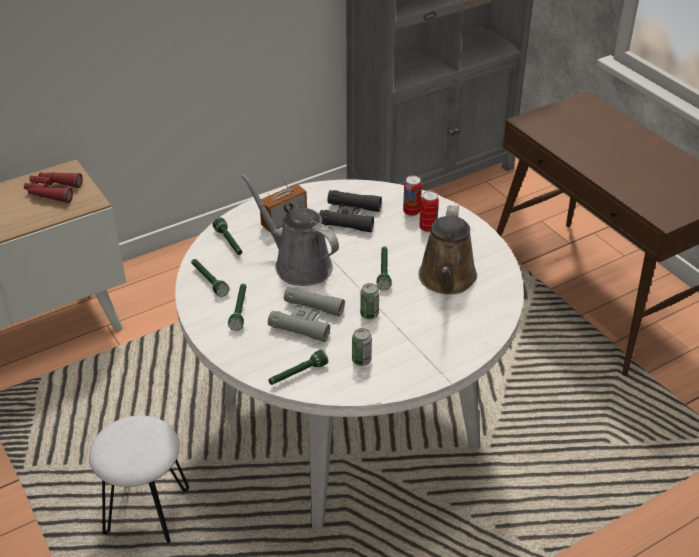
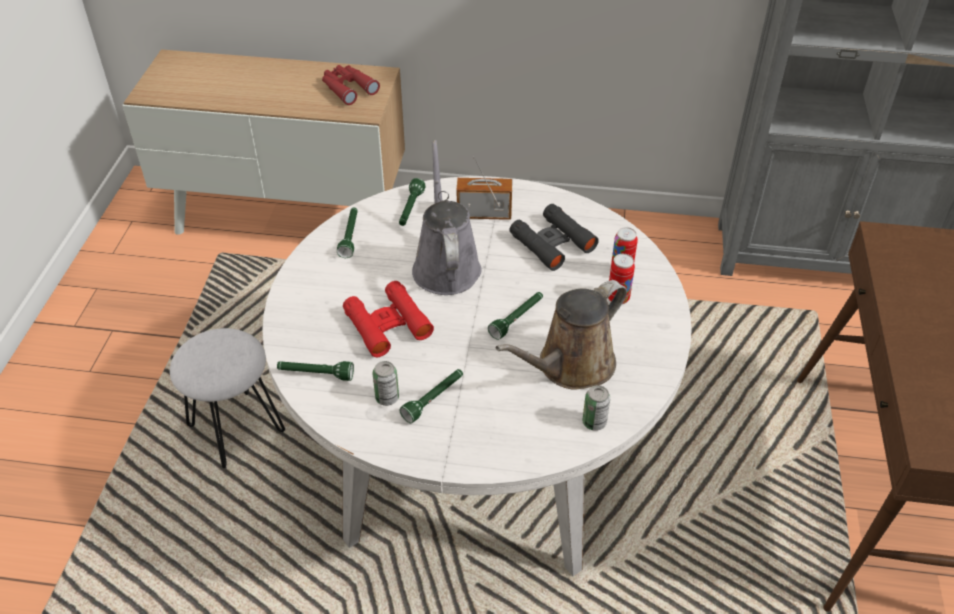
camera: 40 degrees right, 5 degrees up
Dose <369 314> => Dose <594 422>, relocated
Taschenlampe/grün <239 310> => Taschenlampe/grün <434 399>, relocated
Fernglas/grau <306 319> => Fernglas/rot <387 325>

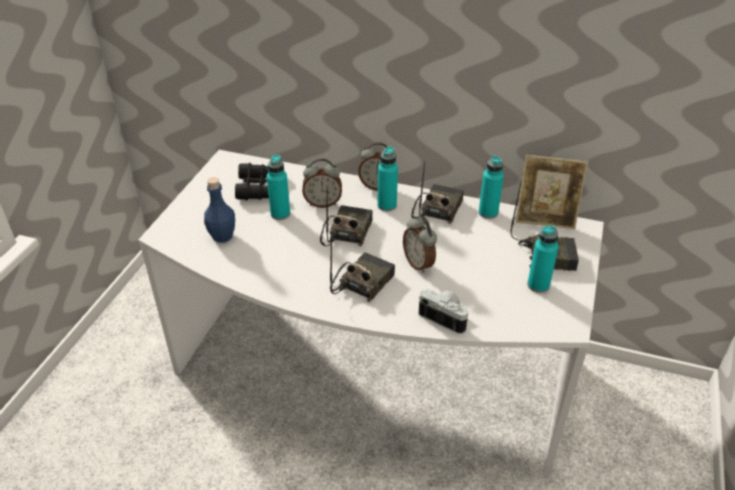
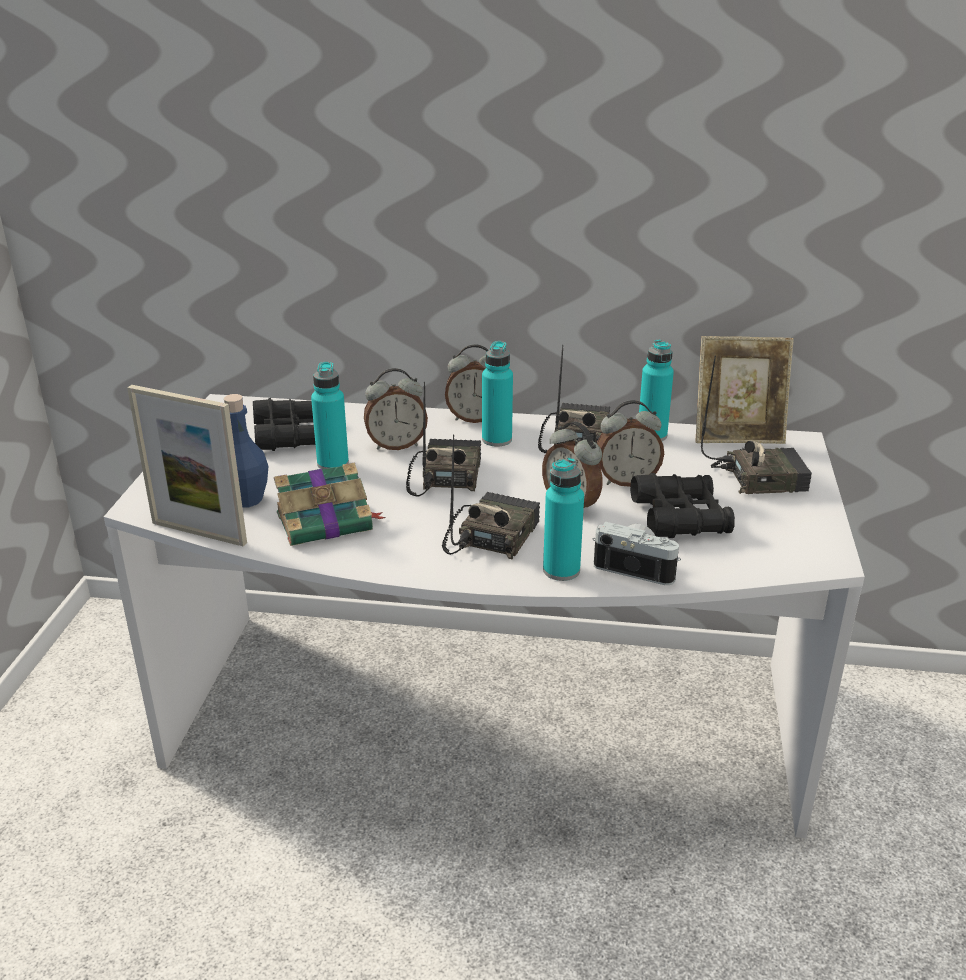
camera: 10 degrees left, 10 degrees down
Flasche/türkis <538 285> => Flasche/türkis <561 570>, relocated
nothing => Bilderrahmen <199 533>
nothing => Wecker <626 481>
nothing => Buch <327 522>
nothing => Fernglas/schwarz <680 517>

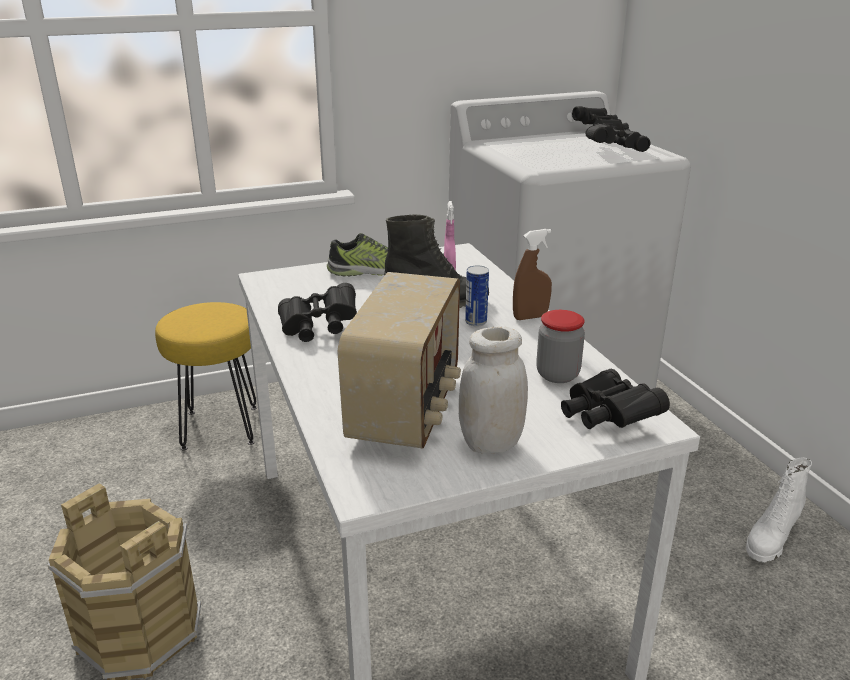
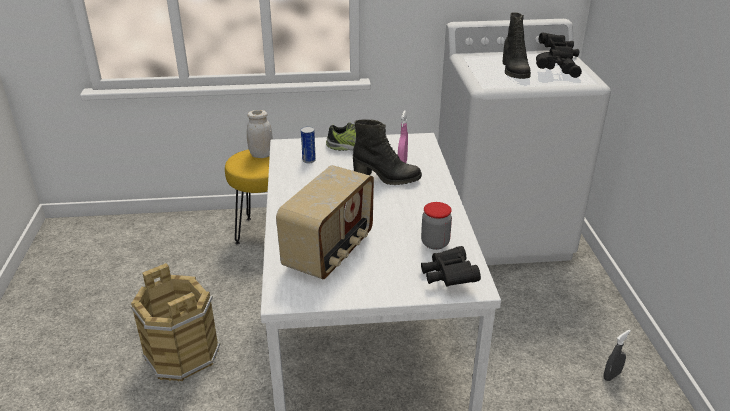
camera: 15 degrees right, 5 degrees up
Sprühflasche/braun <530 317> => nothing
Dose <476 322> => Dose <309 160>, relocated
Fernglas/schwarz <318 328> => nothing
Vorratsglas/weiß <491 443> => Vorratsglas/weiß <261 155>, relocated
Stiefel/weiß <770 539> => Sprühflasche/grau <611 376>
nothing => Stiefel/schwarz <514 71>

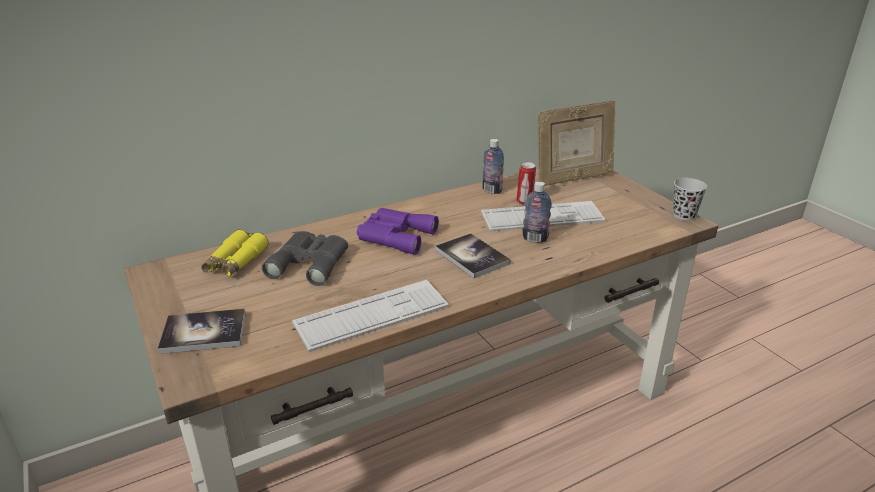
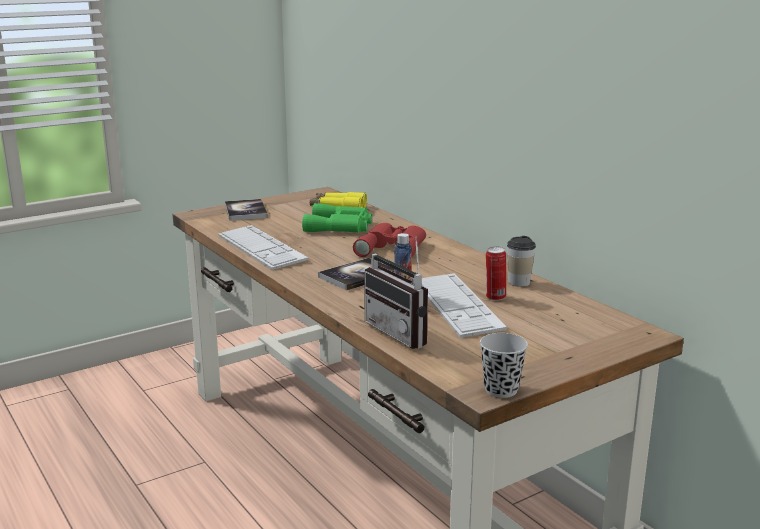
camera: 85 degrees right, 10 degrees down
Bilderrahmen <573 179> => nothing
Flasche <492 190> => Tasse <519 282>
Fernglas/lila <394 236> => Fernglas/rot <393 248>
Fernglas/grau <311 262> => Fernglas/grün <340 227>
nothing => Radio <403 333>

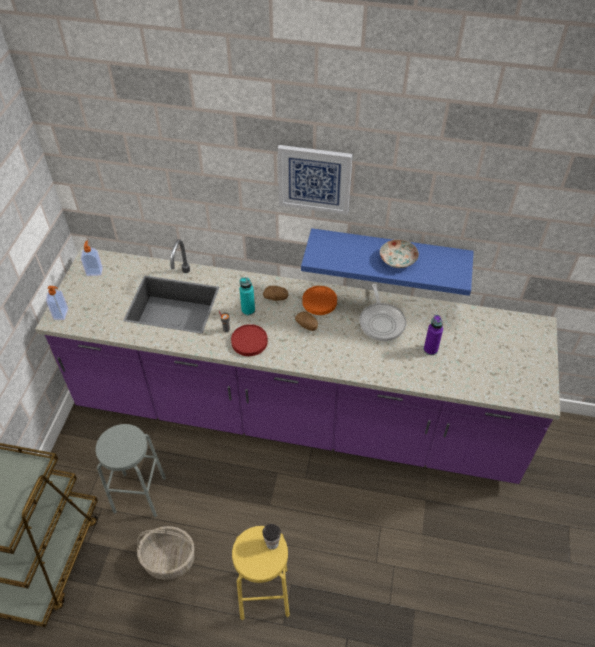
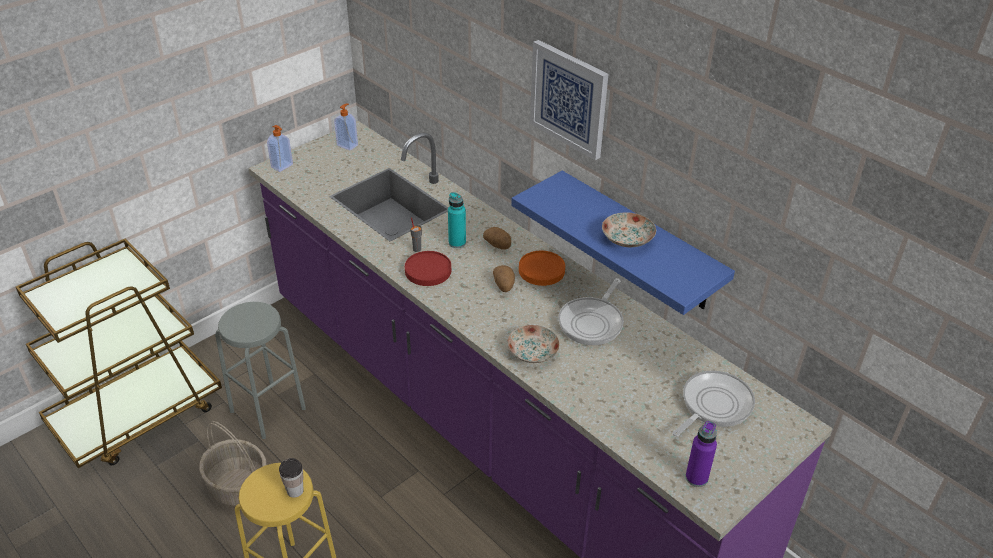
camera: 35 degrees right, 10 degrees down
Flasche/lila <430 349> => Flasche/lila <696 478>, relocated
nothing => Teller <532 352>
nothing => Pfanne <713 405>

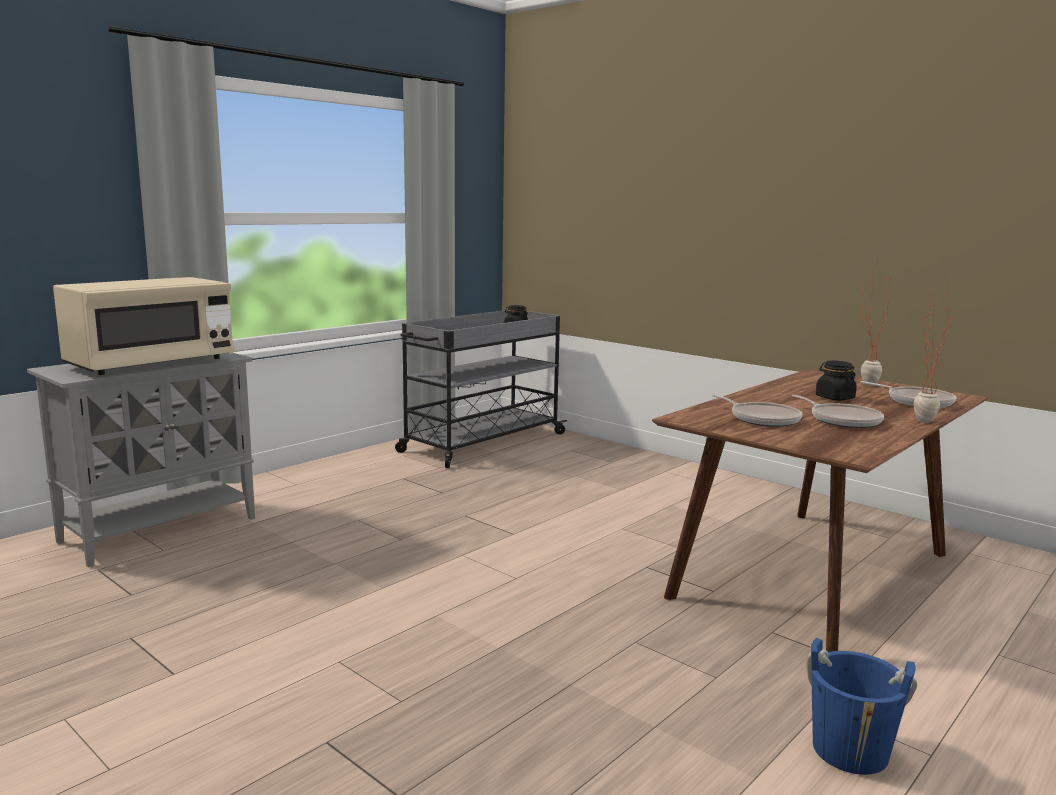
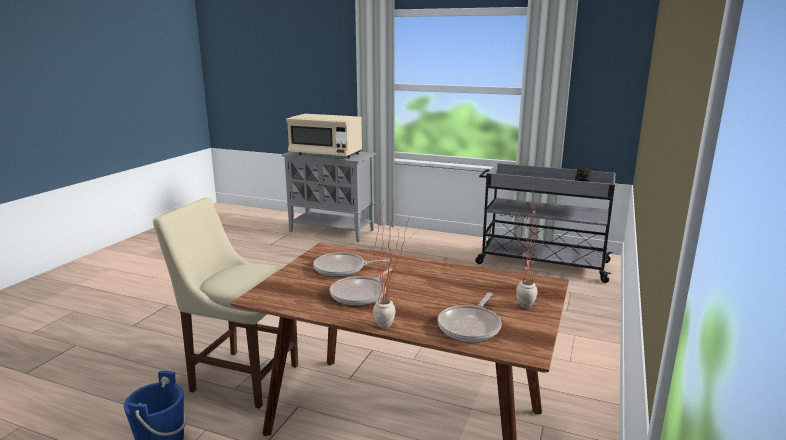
camera: 70 degrees right, 5 degrees up
Vorratsglas/schwarz <834 398> => nothing
Pfanne <762 419> => Pfanne <342 269>, 60 degrees clockwise
nothing => Stuhl/beige <241 376>

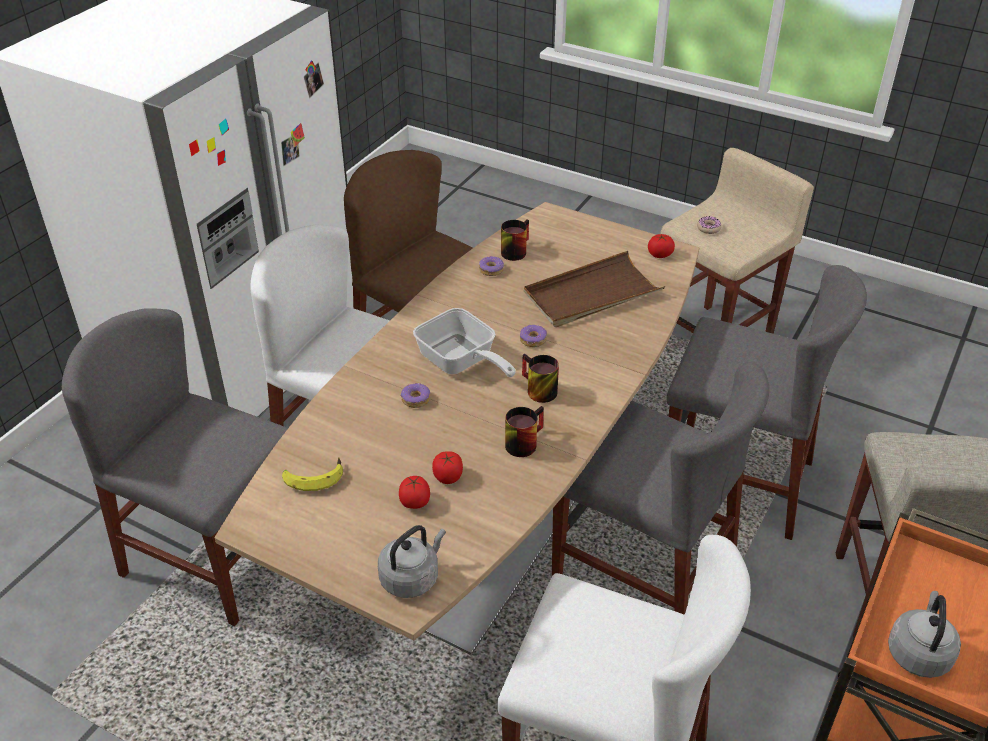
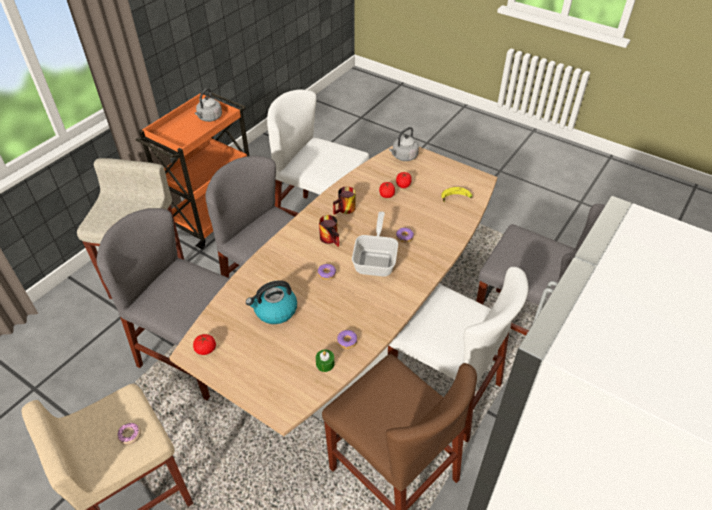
camera: 175 degrees left, 5 degrees up
Henkelbecher <514 250> => Kerze/grün <325 364>
Tablett/braun <592 294> => Wasserkessel <275 311>
Pfanne <461 362> => Pfanne <376 260>, 45 degrees clockwise

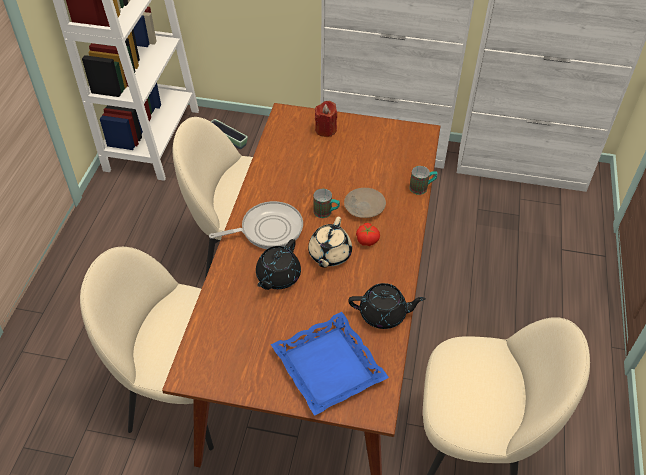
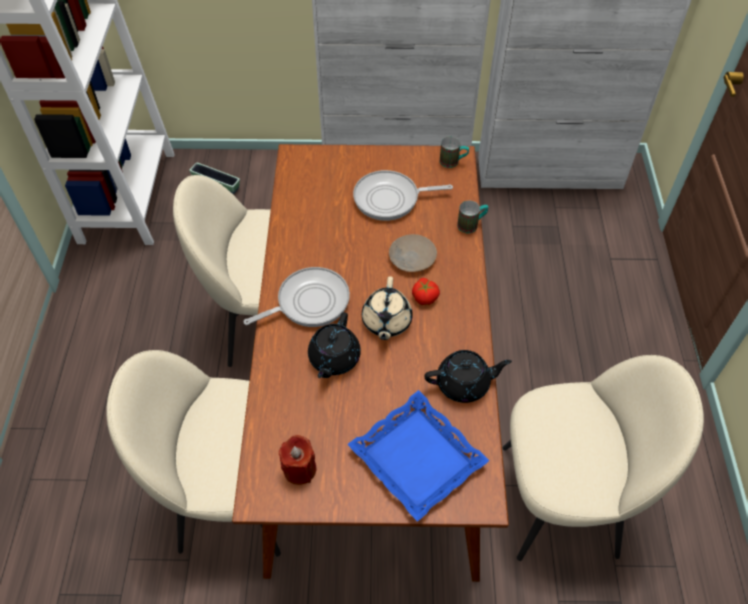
camera: 10 degrees left, 5 degrees up
Kerze/rot <325 130> => Kerze/rot <299 469>, relocated
Henkelbecher <326 213> => Henkelbecher <453 162>, relocated
nothing => Pfanne <390 199>

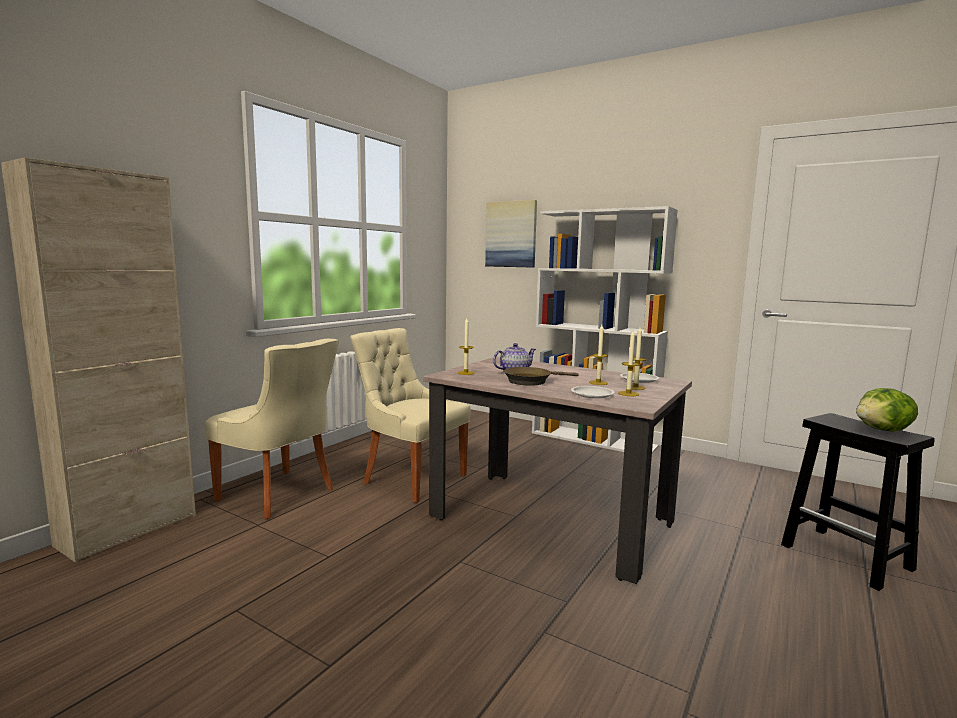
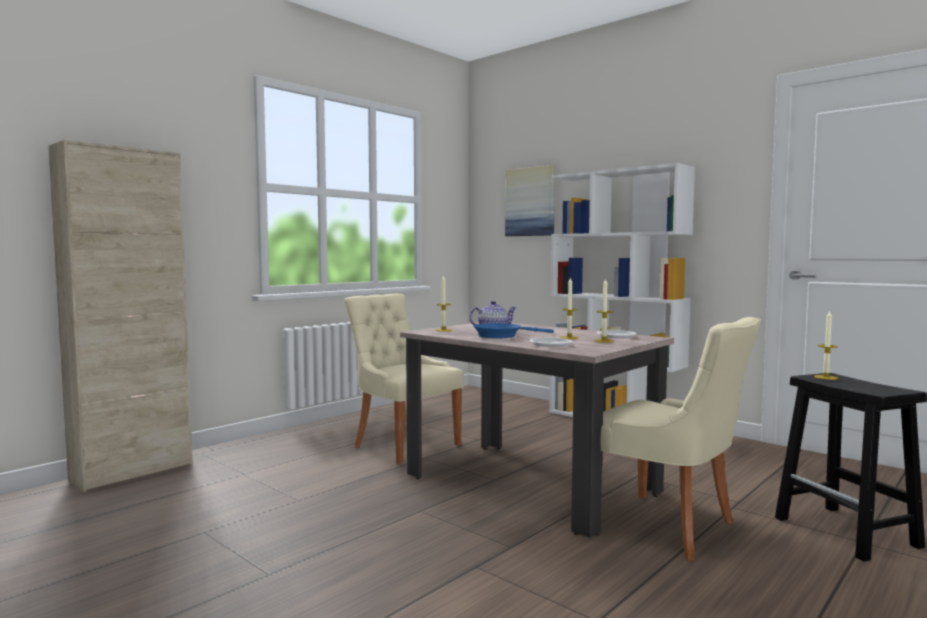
camera: 10 degrees right, 5 degrees down
Kerze <628 393> => Kerze <826 377>, relocated
Stuhl/beige <279 495> => Stuhl/beige <668 527>, relocated
Pfanne/braun <531 381> => Pfanne/blau <501 336>
Salatkopf <883 430> => nothing

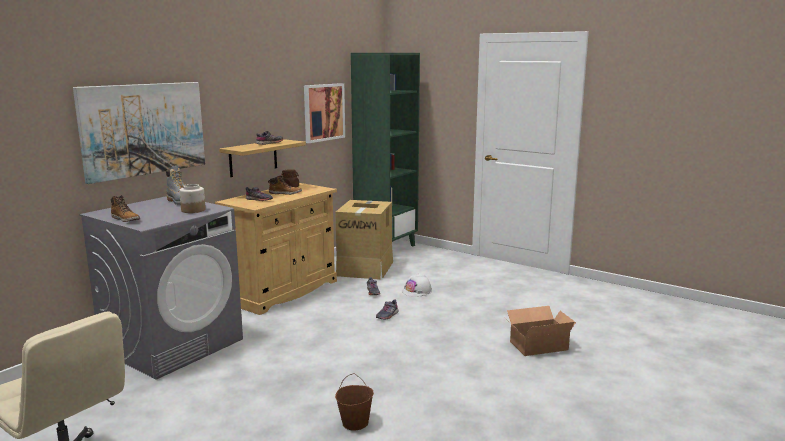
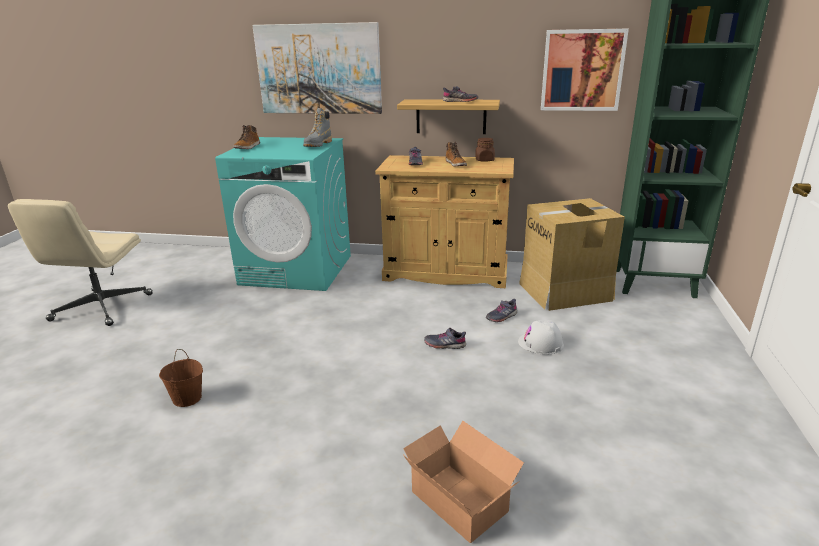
camera: 65 degrees right, 10 degrees up
Vorratsglas <193 210> => nothing
Waschmaschine/grau <173 345> => Waschmaschine/türkis <297 270>

